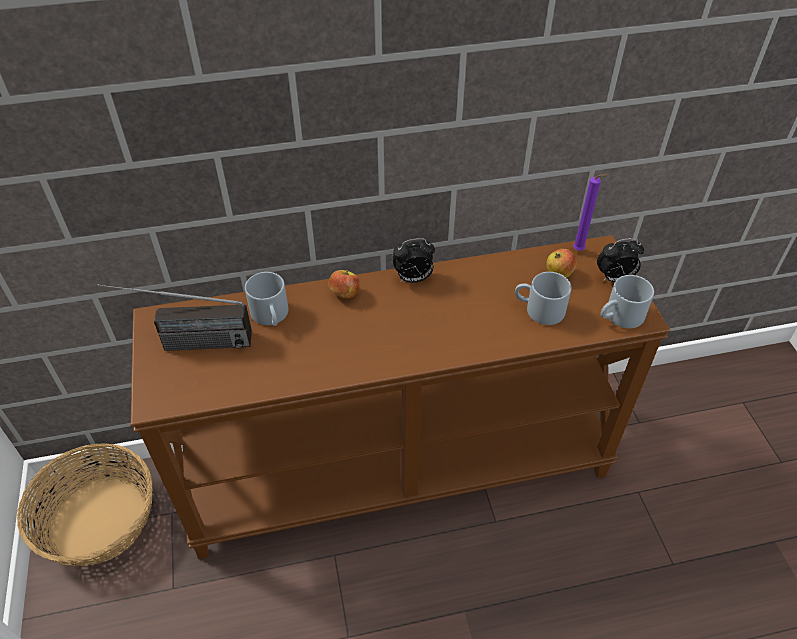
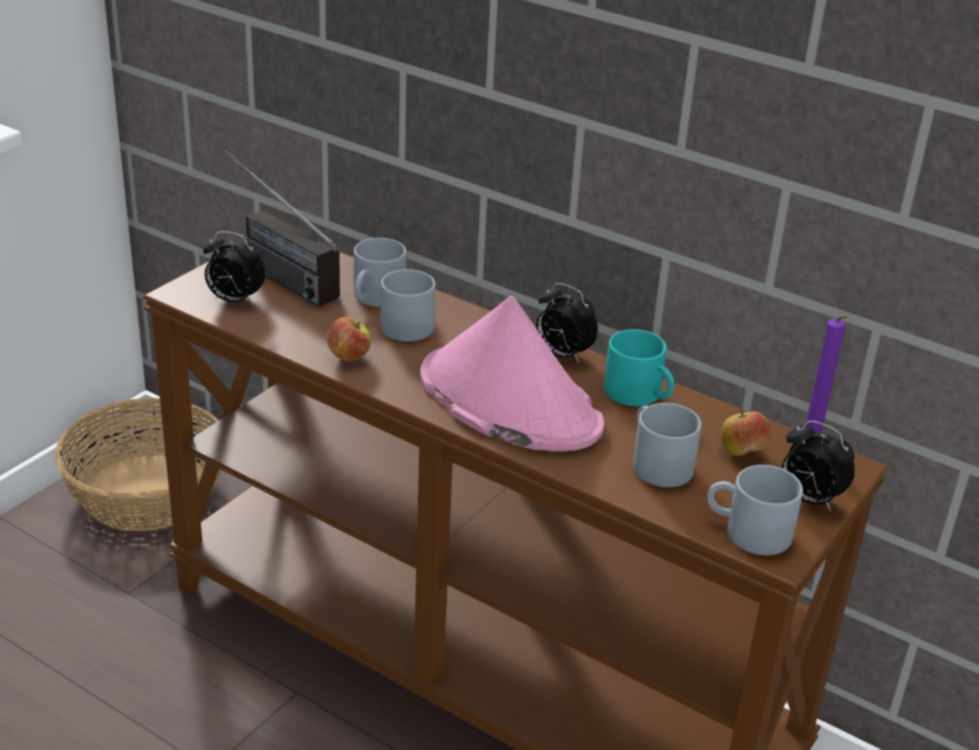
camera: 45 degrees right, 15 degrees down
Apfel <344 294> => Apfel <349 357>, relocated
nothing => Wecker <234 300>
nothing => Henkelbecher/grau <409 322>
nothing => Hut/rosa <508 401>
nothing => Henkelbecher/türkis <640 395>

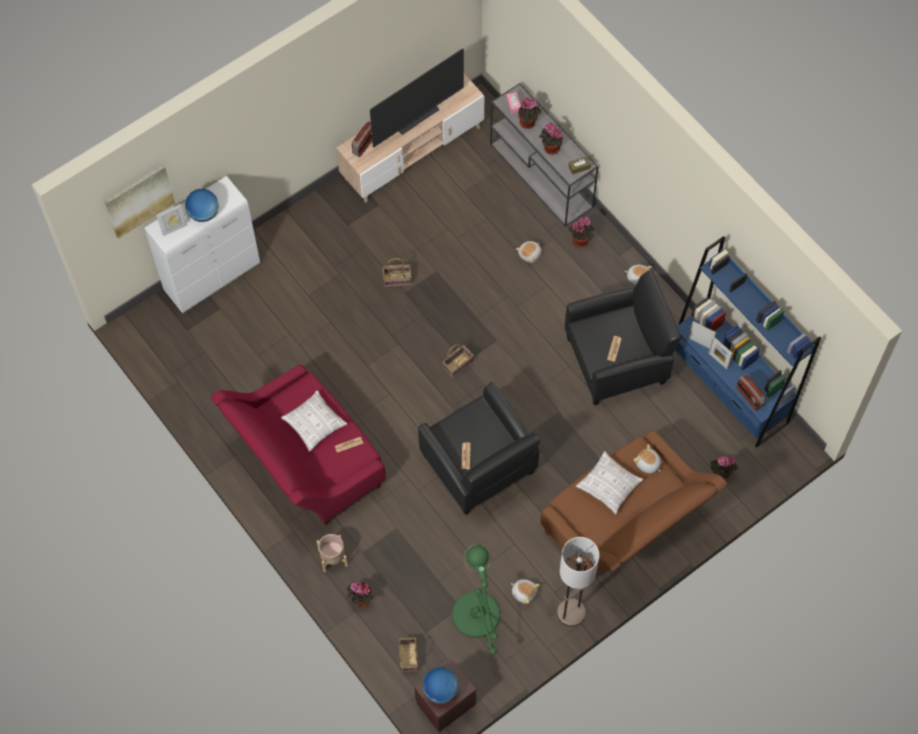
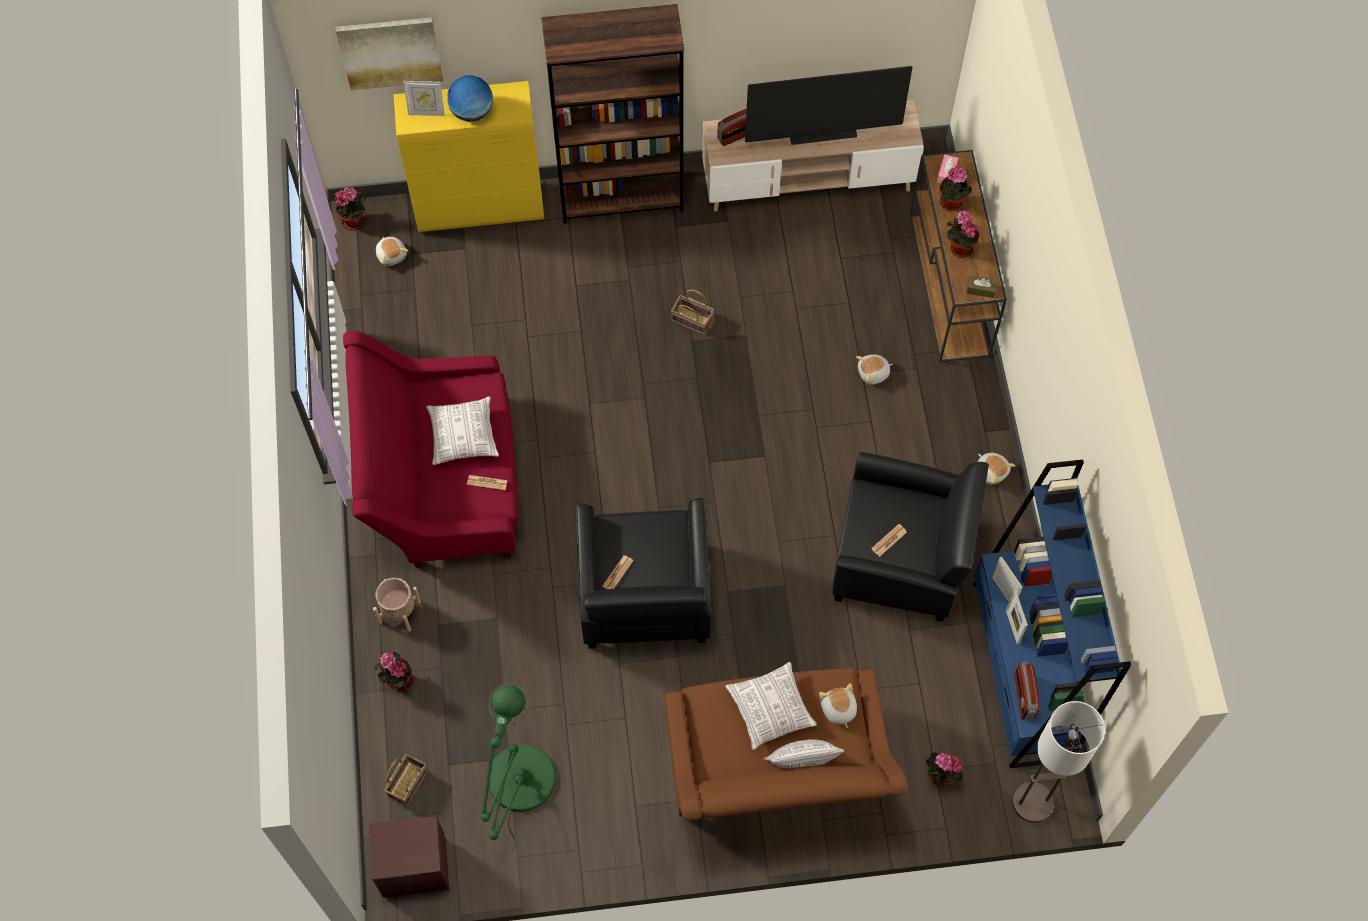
camera: 30 degrees right, 0 degrees up
Konsolentisch/grau <542 176> => Konsolentisch/braun <949 286>
Schrank/weiß <213 277> => Schrank/gelb <481 208>
Topfpflanze <581 240> => Topfpflanze <355 221>, relocated
Korb <457 366> => nothing
Stehlampe <571 613> => Stehlampe <1032 802>, relocated
Plüschtier <524 592> => Plüschtier <392 255>, relocated
Globus <440 690> => nothing
nothing => Bücherregal/braun <621 196>
nothing => Kissen <801 763>

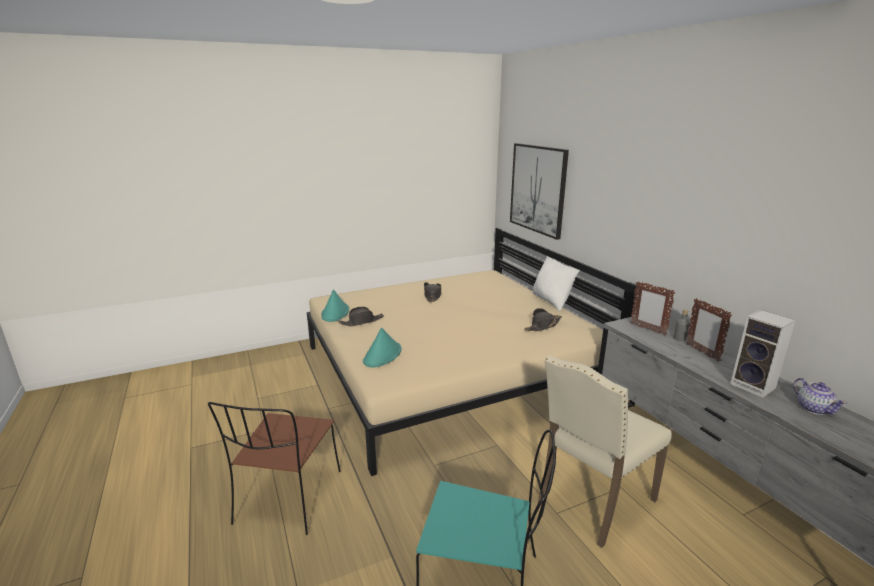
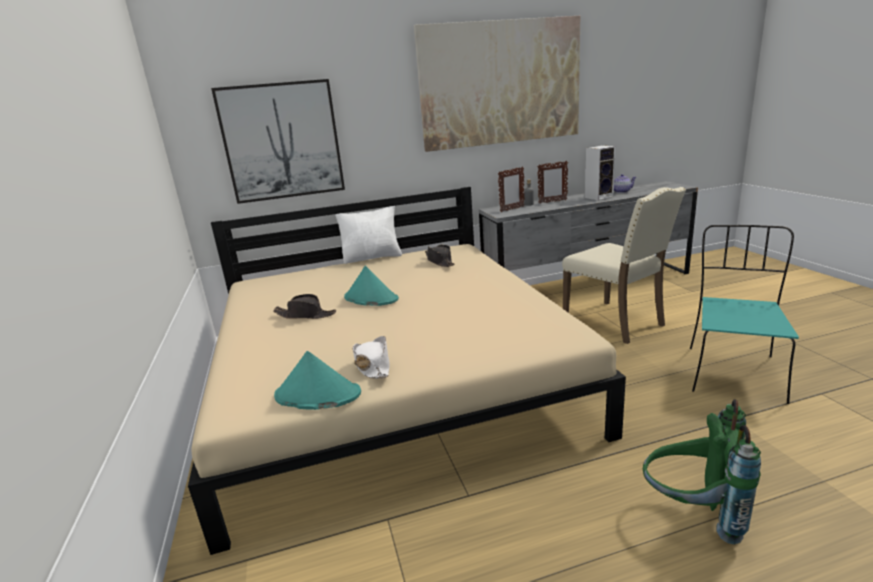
camera: 80 degrees left, 0 degrees up
Hut/schwarz <361 322> => Hut/weiß <372 365>
Hut/türkis <382 355> => Hut/türkis <370 298>, relocated
Stuhl/braun <288 499> => Rucksack/grün <692 513>
nothing => Bild <501 83>

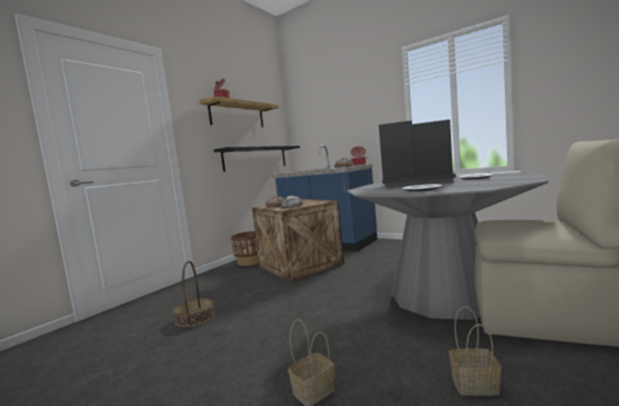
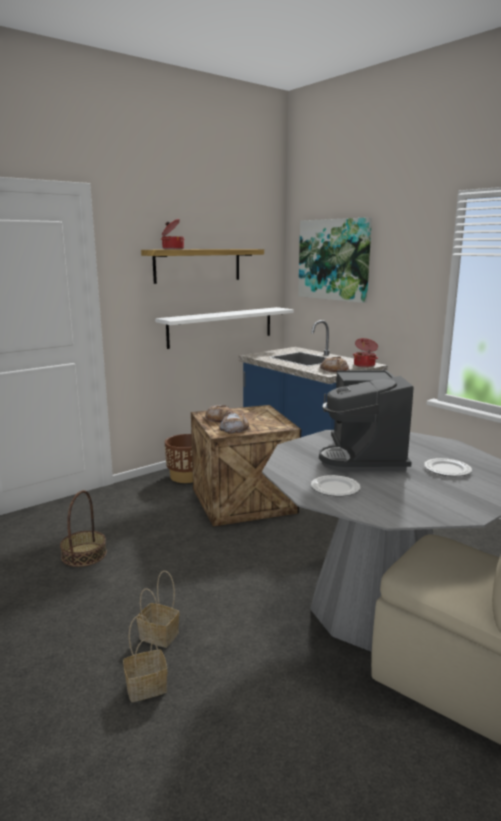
camera: 15 degrees right, 10 degrees up
Kaffeemaschine <413 183> => Kaffeemaschine <364 456>, 120 degrees counterclockwise
Wandregal/schwarz <256 158> => Wandregal/weiß <221 327>
Korb <476 384> => Korb <160 635>, relocated
nothing => Bild <334 260>

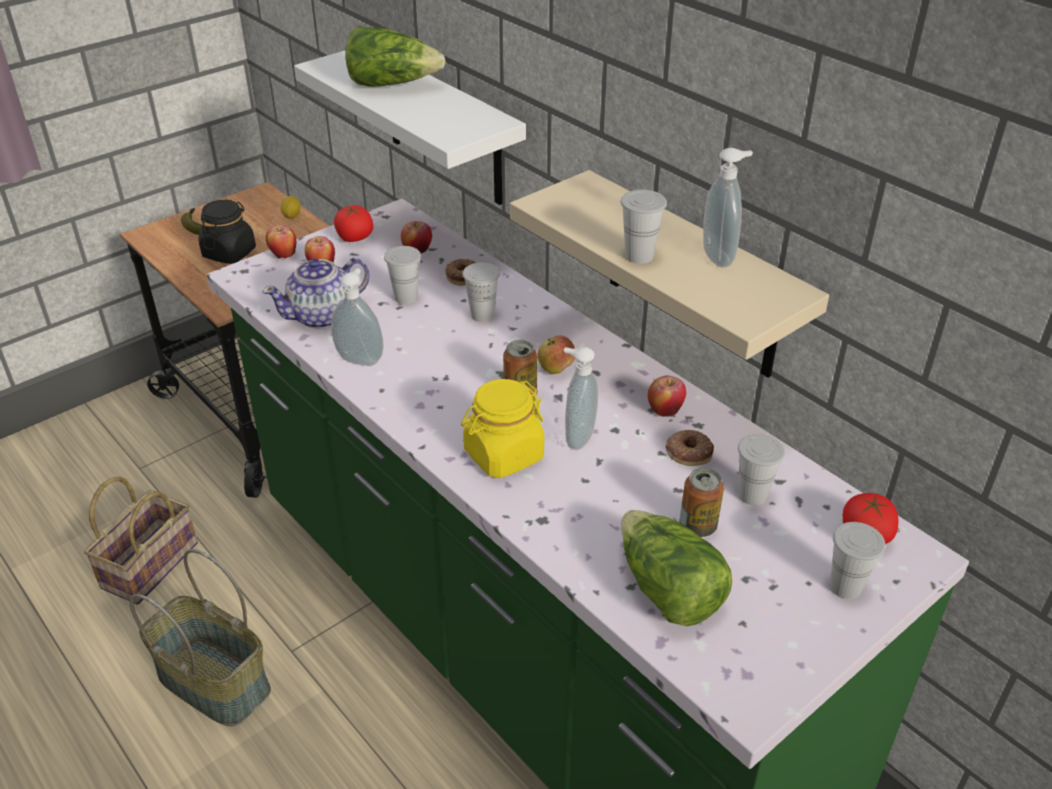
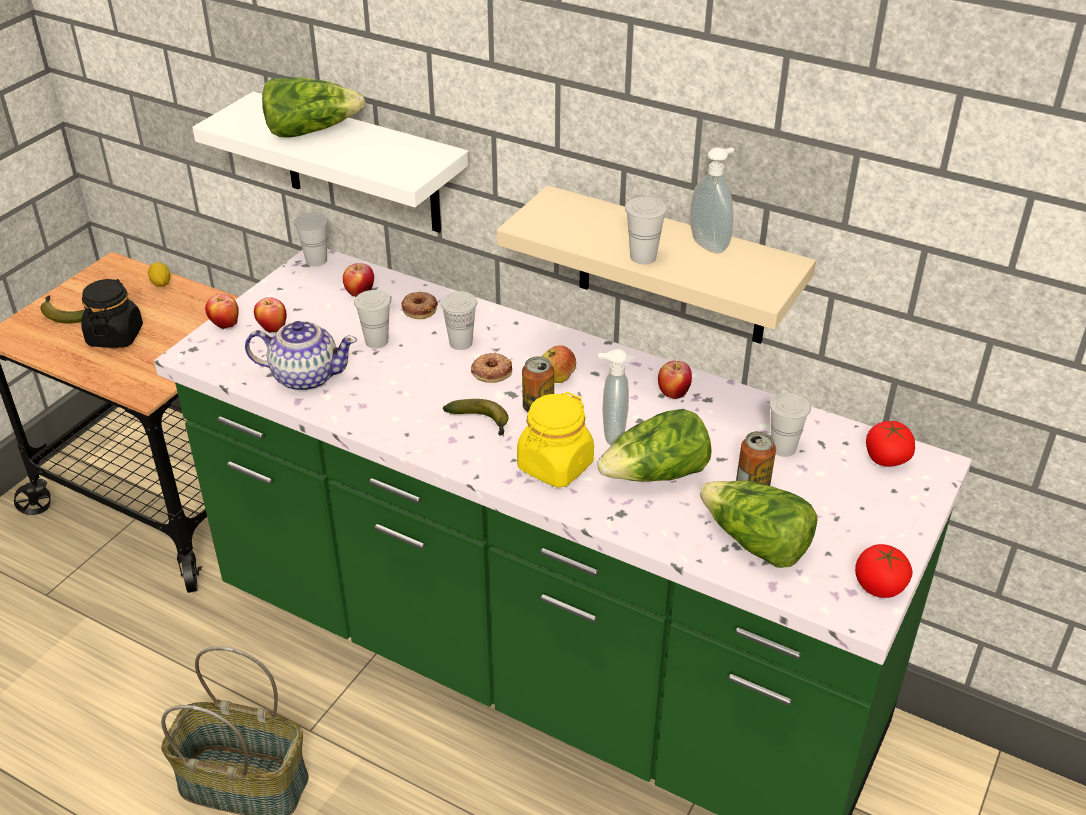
camera: 20 degrees left, 0 degrees up
Tomate <354 238> => Tomate <879 586>, relocated
Teekanne <323 316> => Teekanne <305 376>, 120 degrees counterclockwise
Seifenspender <361 358> => nothing
Donut <689 451> => Donut <491 371>, relocated
Korb <150 563> => nothing
Tasse/weiß <845 587> => Tasse/weiß <316 260>, relocated
nothing => Banane <482 423>
nothing => Salatkopf <656 475>

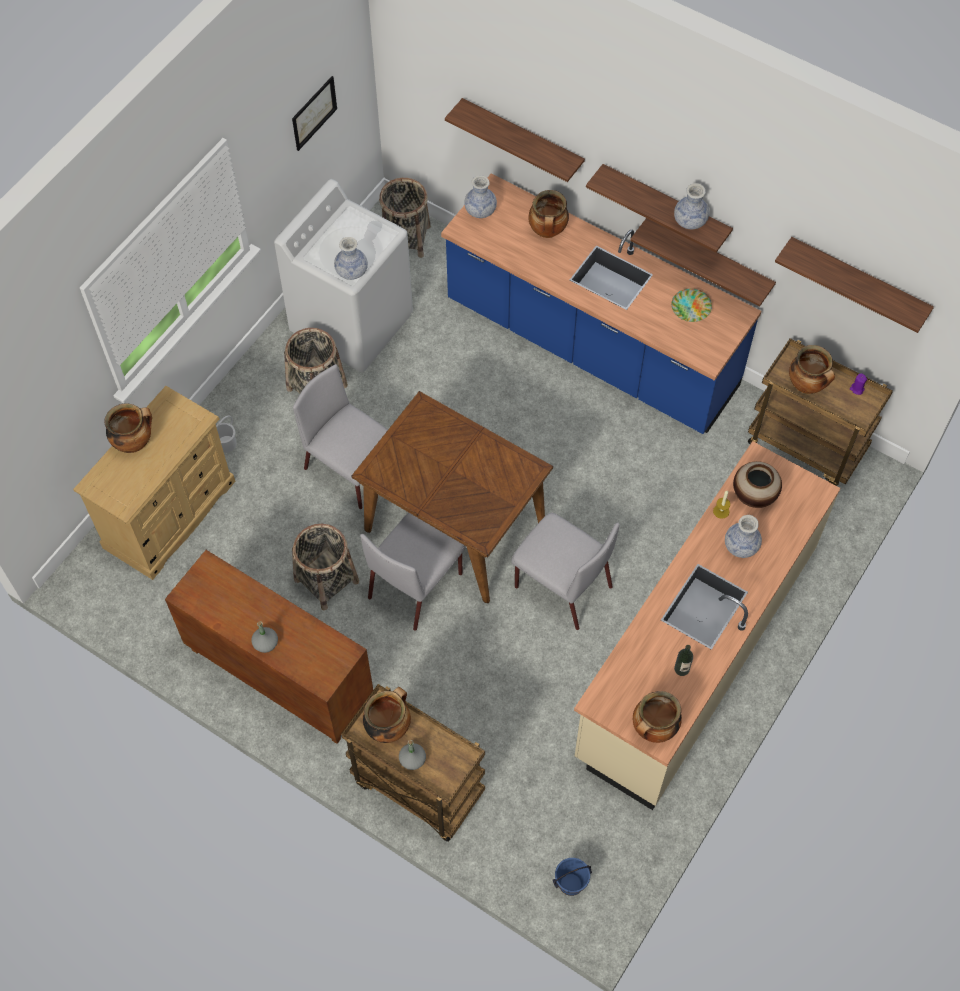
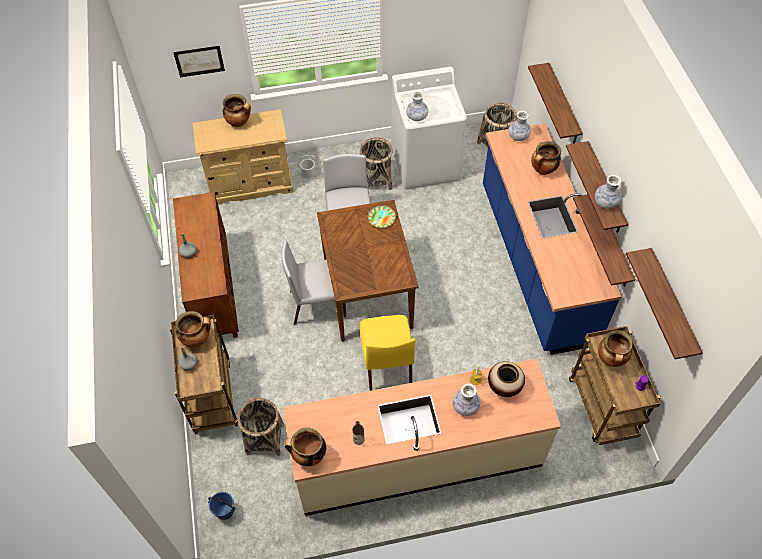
camera: 45 degrees right, 5 degrees down
Bild <314 113> => Bild <199 61>, relocated
Teller <690 307> => Teller <381 218>, relocated
Stuhl/grau <561 586> => Stuhl/gelb <387 364>
Korb <326 580> => Korb <265 438>, relocated

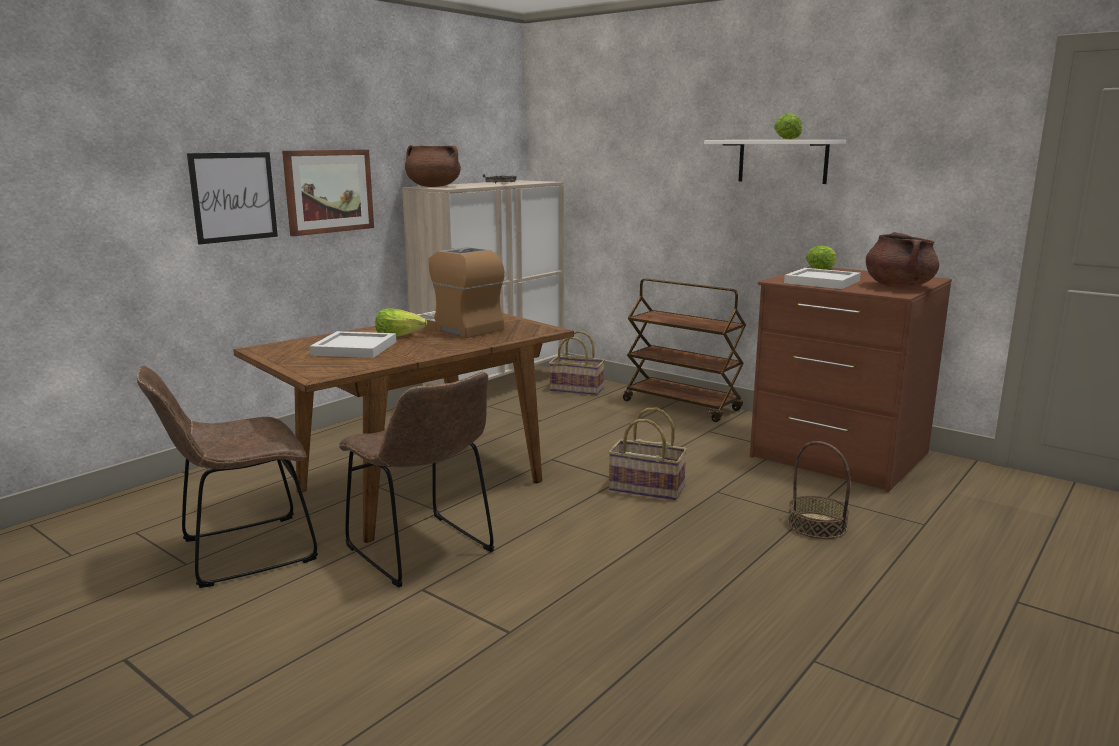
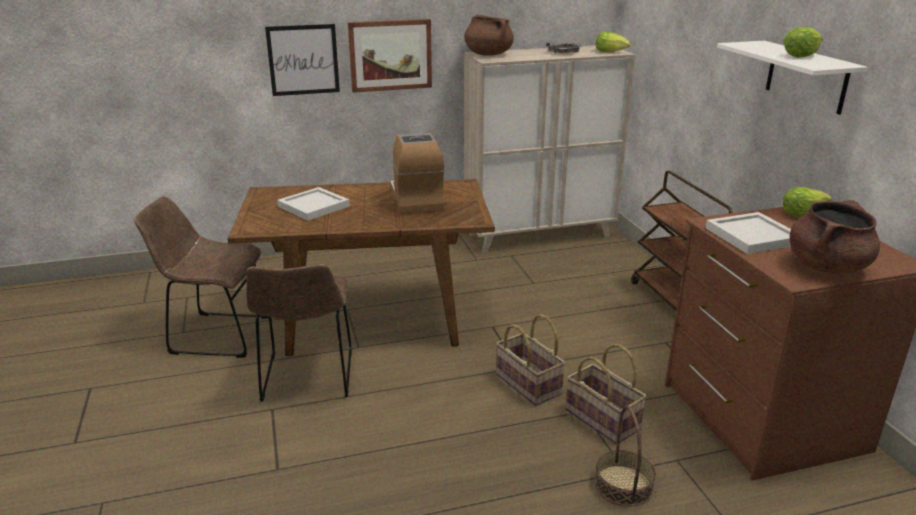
camera: 35 degrees right, 10 degrees up
Salatkopf <399 336> => Salatkopf <611 52>, relocated
Korb <577 389> => Korb <603 419>, relocated

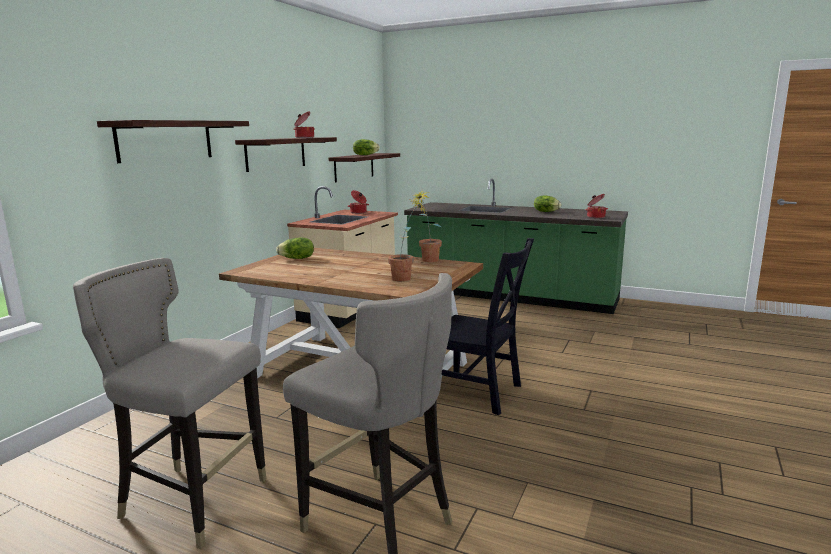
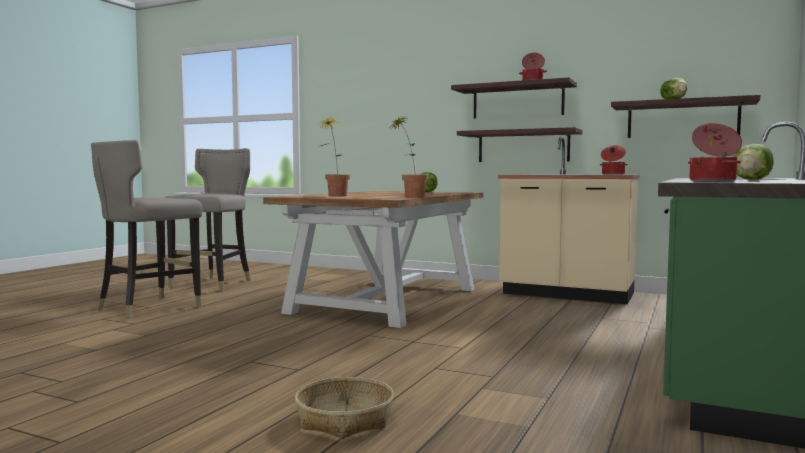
camera: 90 degrees right, 10 degrees down
Wandregal <165 140> => Wandregal <523 146>, relocated
Stuhl/schwarz <479 393> => nothing
nothing => Korb <344 420>

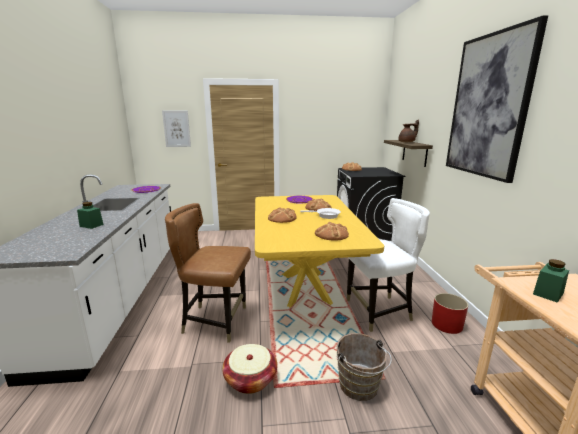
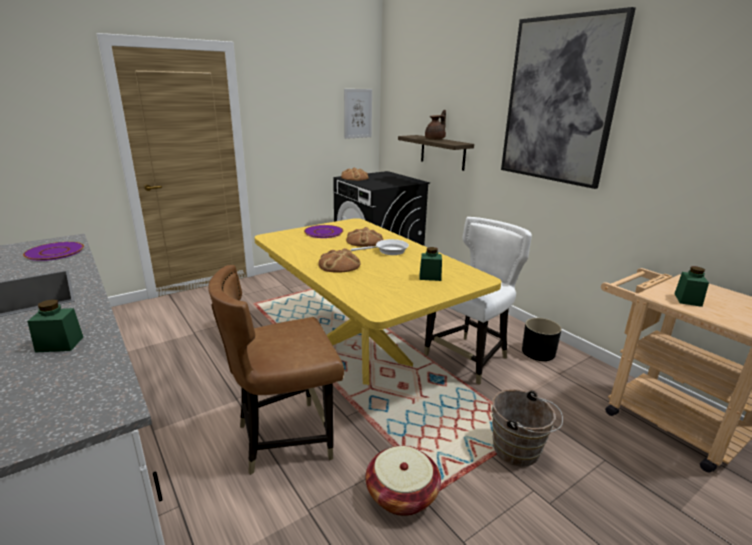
camera: 30 degrees left, 5 degrees up
Bild <176 129> => Bild <357 113>, relocated
Brot <331 234> => Vorratsglas/grün <430 277>
Pflanzkübel/rot <446 324> => Pflanzkübel/schwarz <538 352>

